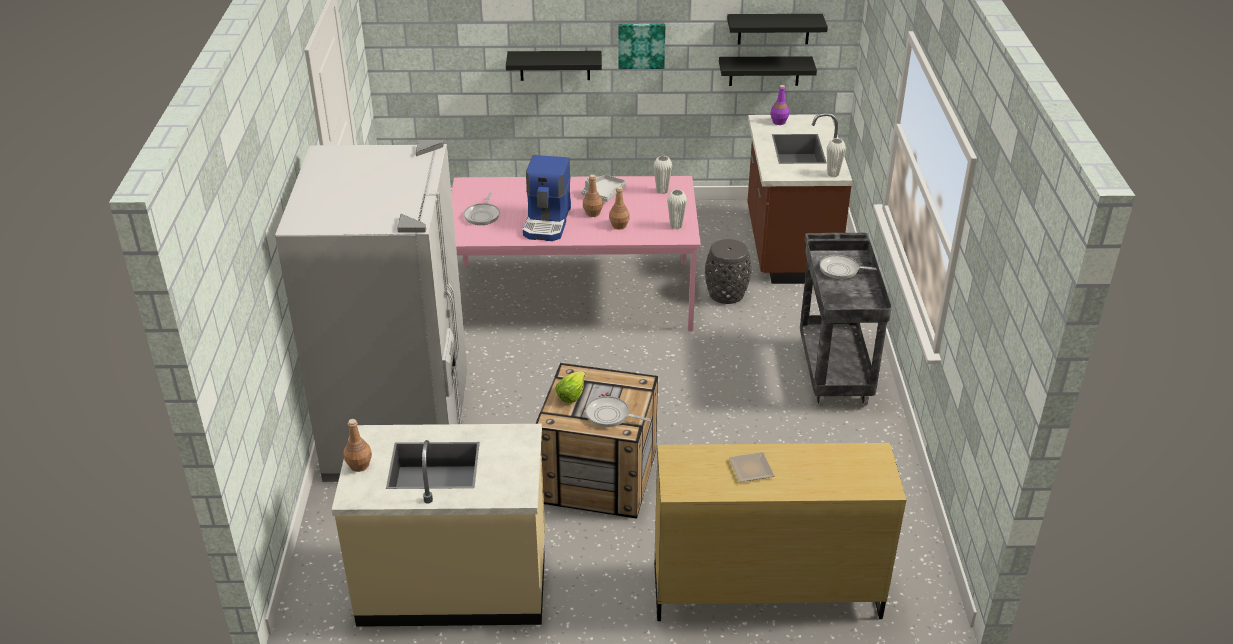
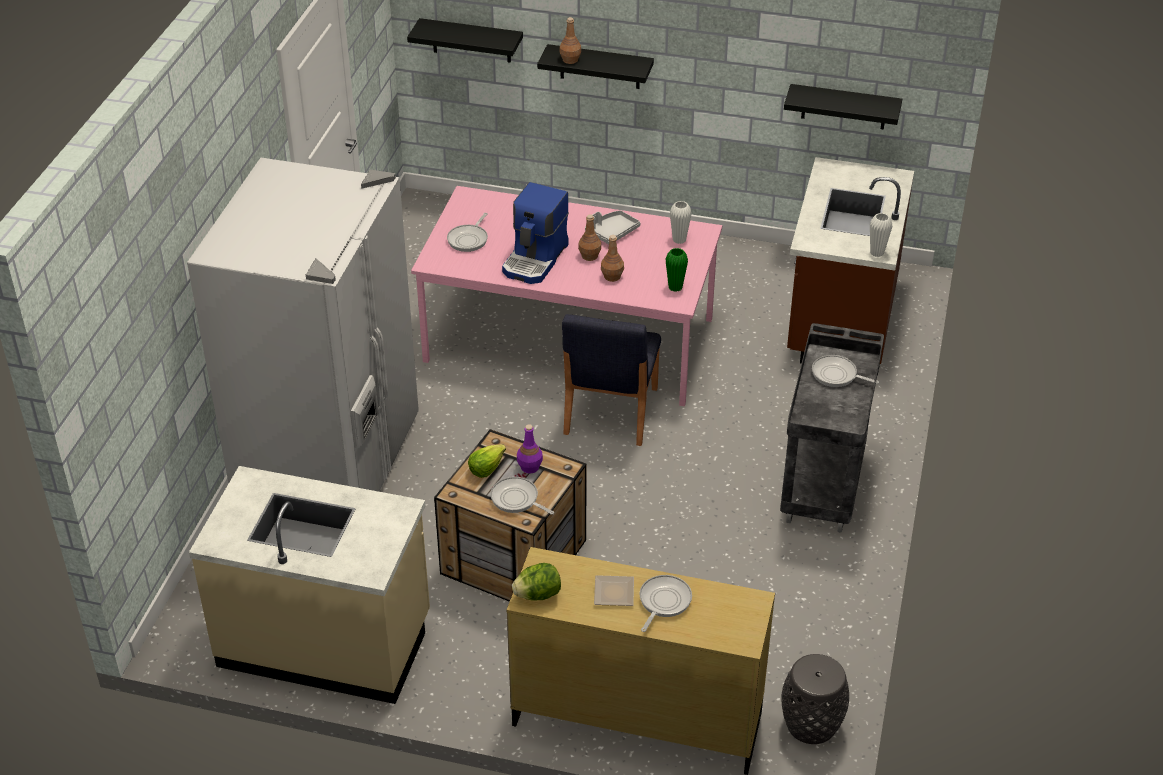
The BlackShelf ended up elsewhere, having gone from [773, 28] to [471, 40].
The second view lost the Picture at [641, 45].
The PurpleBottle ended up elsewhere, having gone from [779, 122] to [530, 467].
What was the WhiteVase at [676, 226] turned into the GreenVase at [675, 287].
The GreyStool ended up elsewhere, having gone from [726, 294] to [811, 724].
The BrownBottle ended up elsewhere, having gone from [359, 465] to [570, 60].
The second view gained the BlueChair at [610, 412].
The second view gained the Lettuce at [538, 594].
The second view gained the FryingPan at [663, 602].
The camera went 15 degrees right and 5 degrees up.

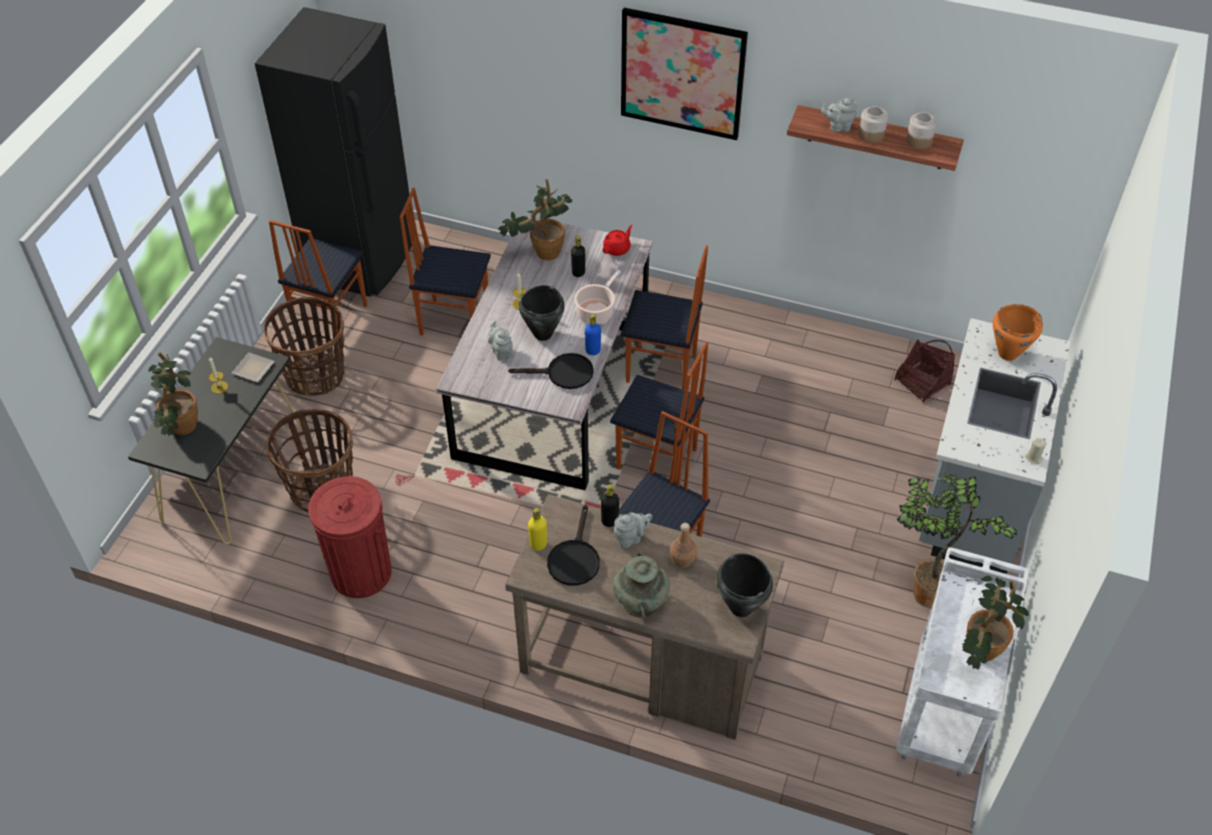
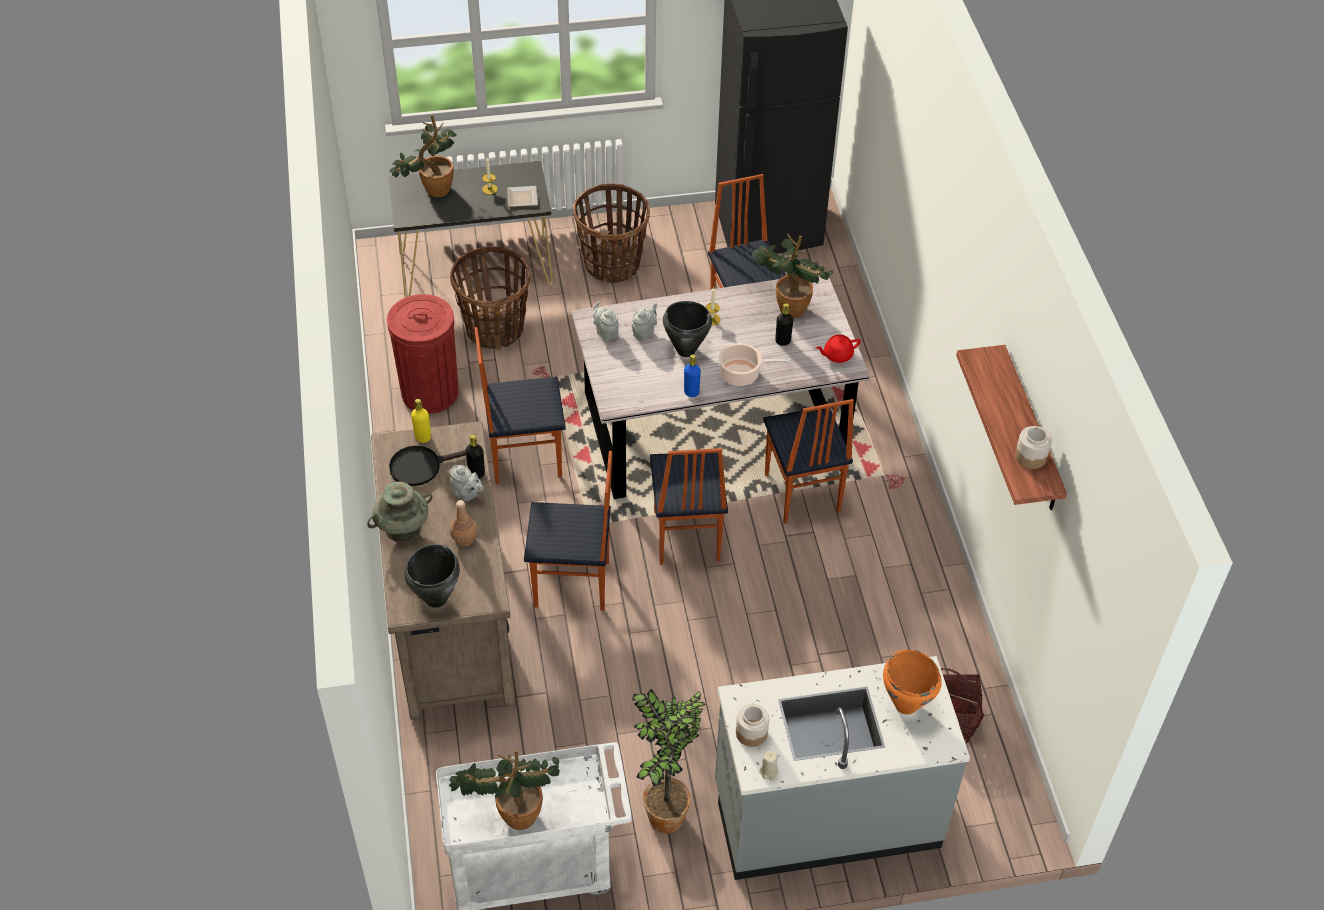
The second view lost the Picture at [682, 73].
The GreyTeapot ended up elsewhere, having gone from [838, 127] to [606, 332].
The Jar ended up elsewhere, having gone from [870, 134] to [751, 732].
The Chair ended up elsewhere, having gone from [330, 318] to [524, 457].
The RedTeapot at [617, 249] ended up facing another way, 150 degrees clockwise from before.
The second view lost the BlackFryingPan at [563, 374].
The camera went 60 degrees right and 0 degrees up.

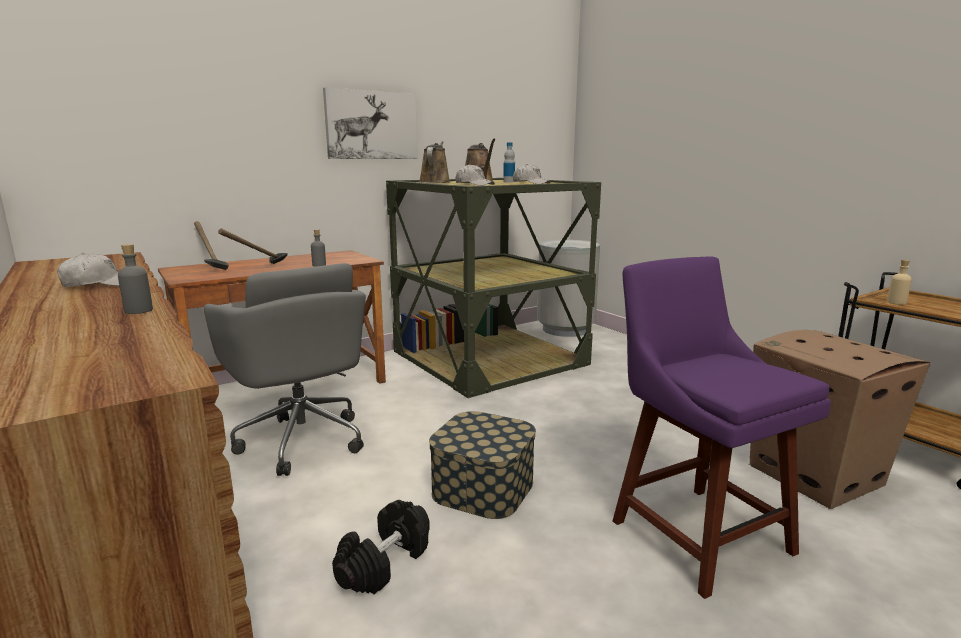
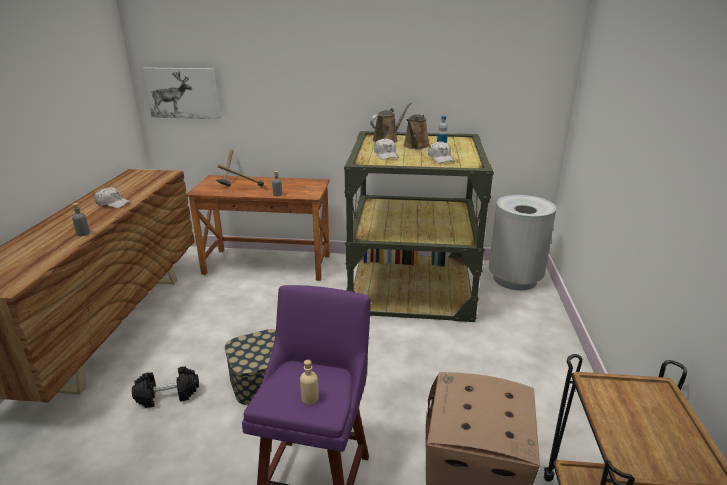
The Picture ended up elsewhere, having gone from [371, 125] to [183, 93].
The BeigeBottle ended up elsewhere, having gone from [896, 302] to [310, 398].
The second view lost the GreyOfficeChair at [300, 439].
The camera went 40 degrees right and 10 degrees up.

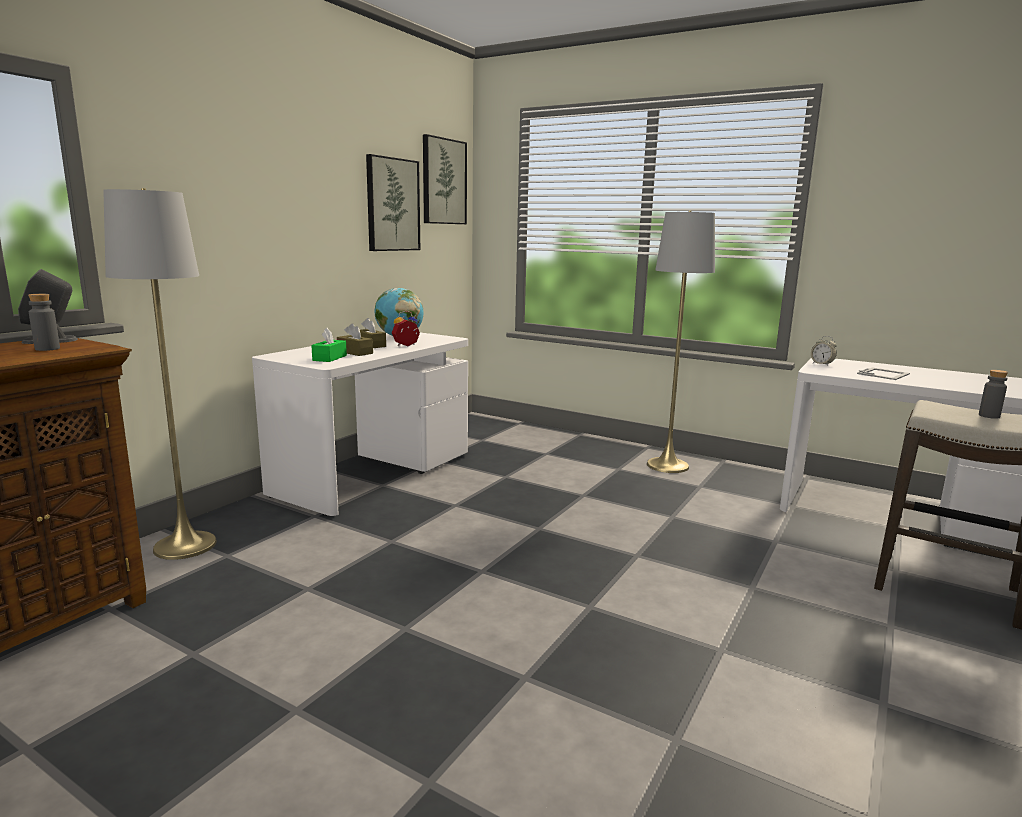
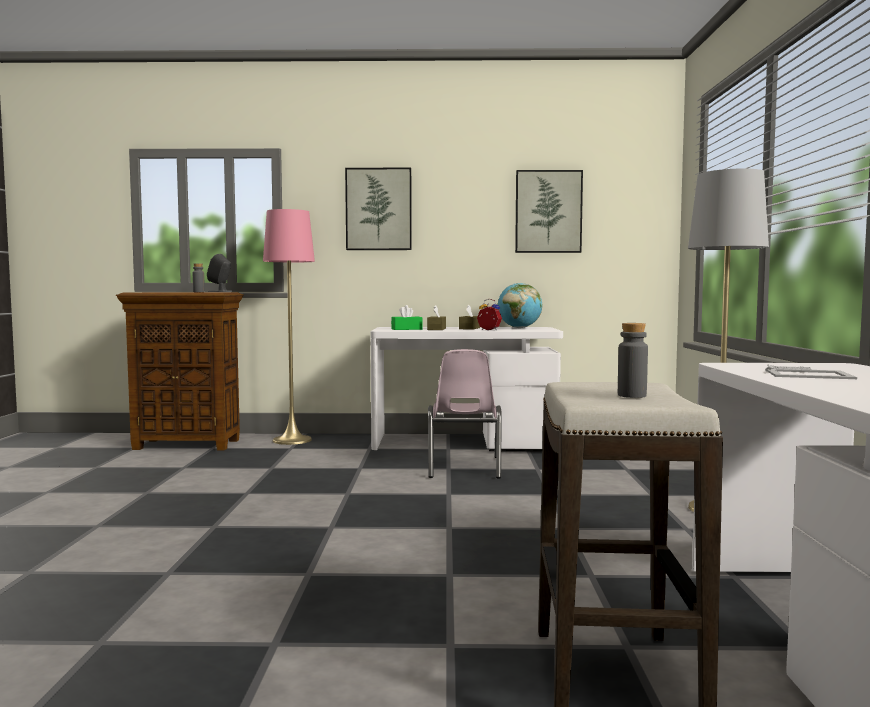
The Picture ended up elsewhere, having gone from [443, 181] to [378, 209].
What was the GreyFloorLamp at [185, 545] turned into the PinkFloorLamp at [292, 440].
The second view lost the AlarmClock at [822, 364].
The second view gained the PinkChair at [463, 467].
The camera went 60 degrees right and 10 degrees down.

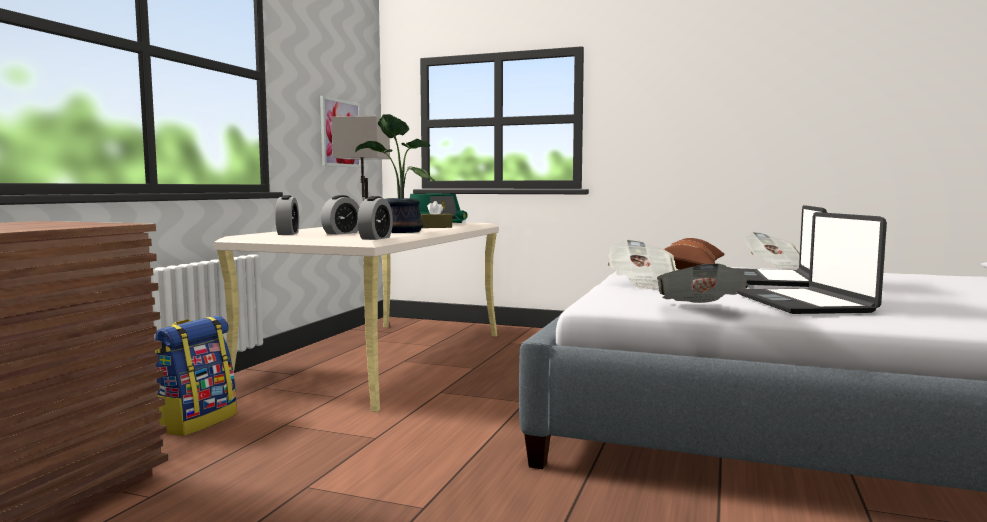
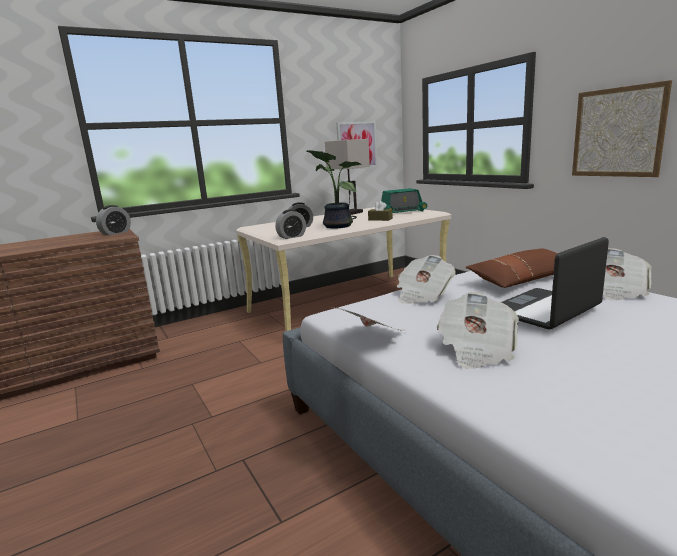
The AlarmClock ended up elsewhere, having gone from [288, 233] to [116, 233].
Where the Laptop stood at [804, 303], the Newspaper came to stand at [476, 350].
The second view lost the Backpack at [196, 422].
The second view gained the Picture at [617, 131].
The camera went 40 degrees right and 10 degrees up.

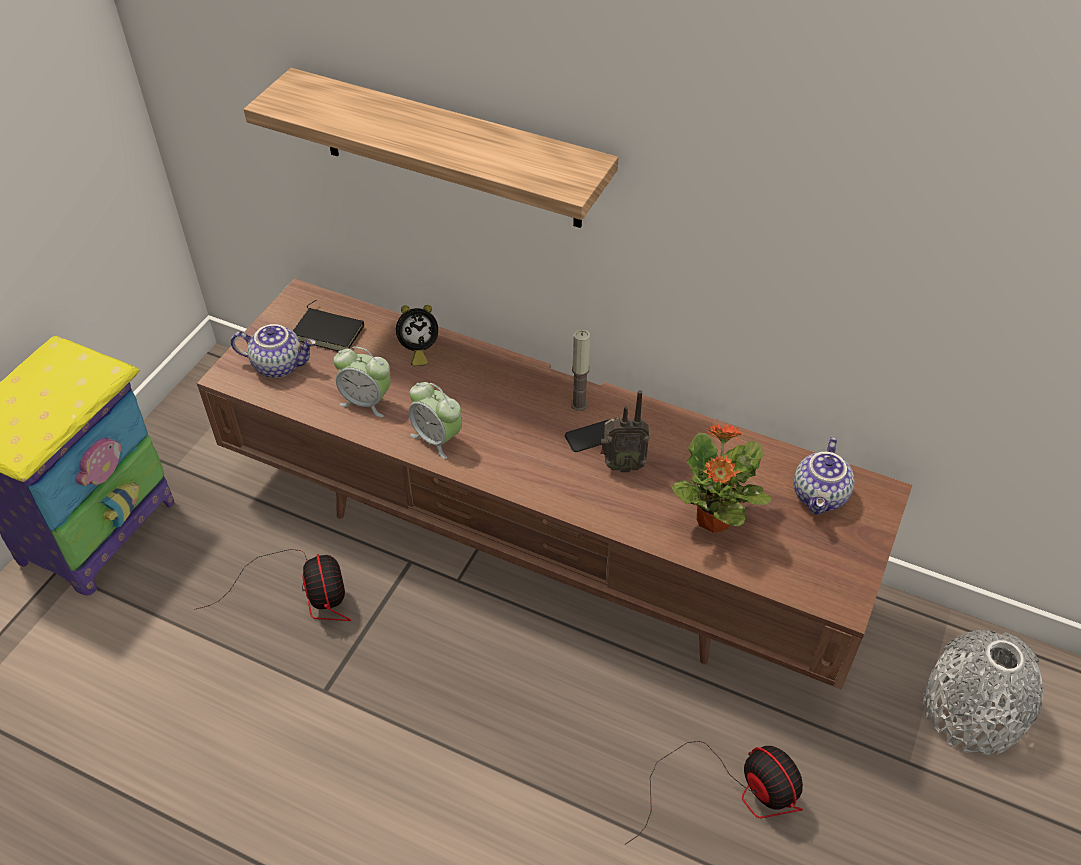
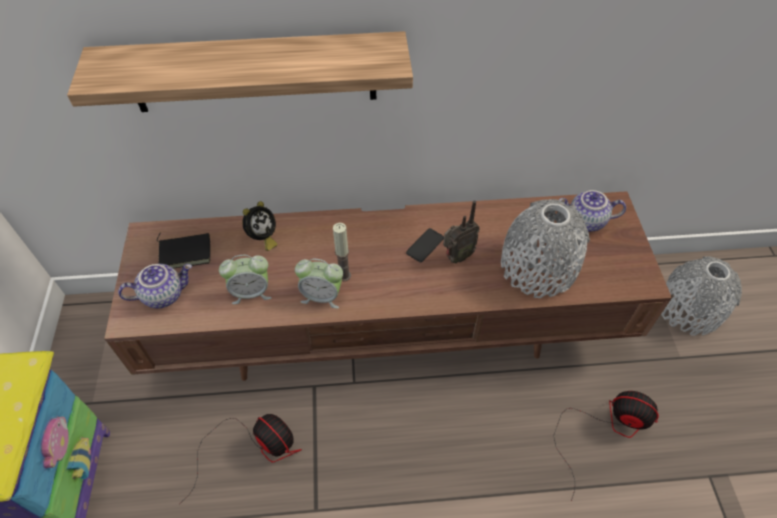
The Candle ended up elsewhere, having gone from [579, 404] to [344, 275].
Where the PottedPlant stood at [713, 520], the GreyVase came to stand at [537, 267].
The Teapot at [821, 496] ended up facing another way, 105 degrees clockwise from before.
The camera went 30 degrees left and 5 degrees up.

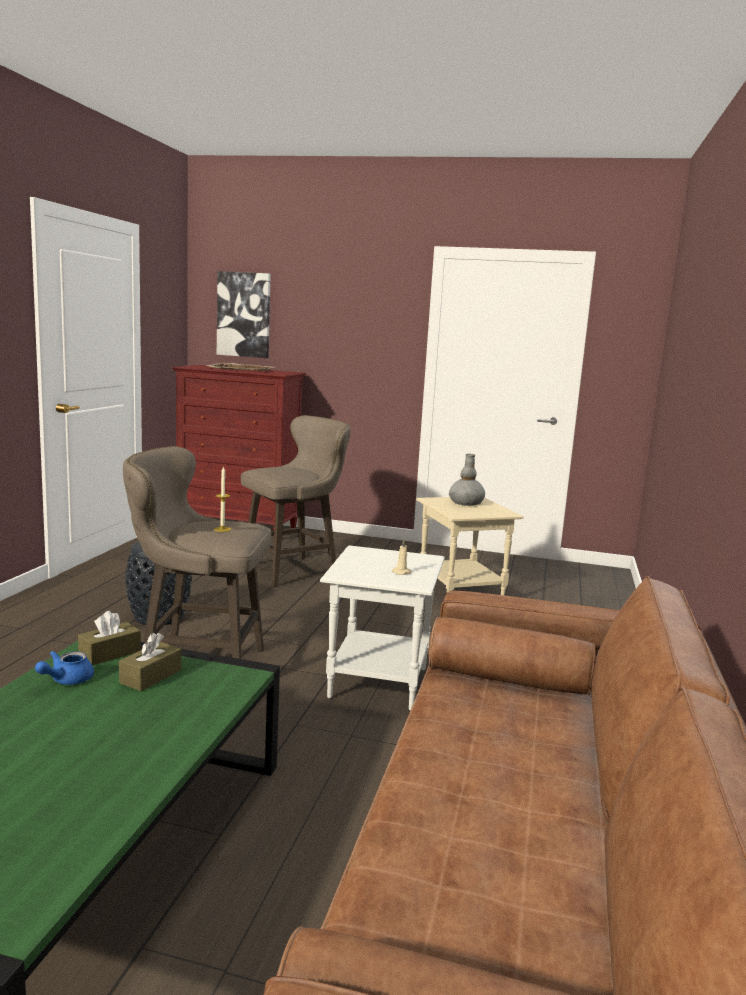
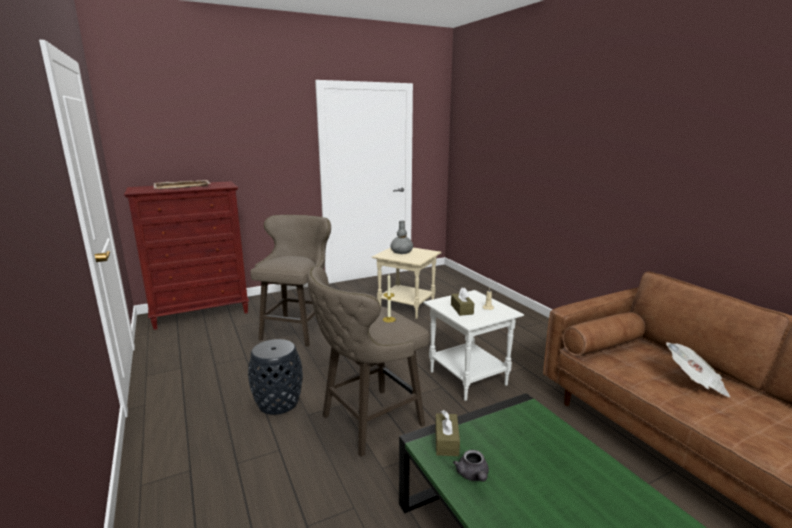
The second view lost the Picture at [244, 315].
The BrownTissueBox ended up elsewhere, having gone from [150, 676] to [462, 309].
What was the BlueTeapot at [66, 680] turned into the GreyTeapot at [473, 476].
The second view gained the Newspaper at [695, 382].
The camera went 40 degrees left and 5 degrees up.

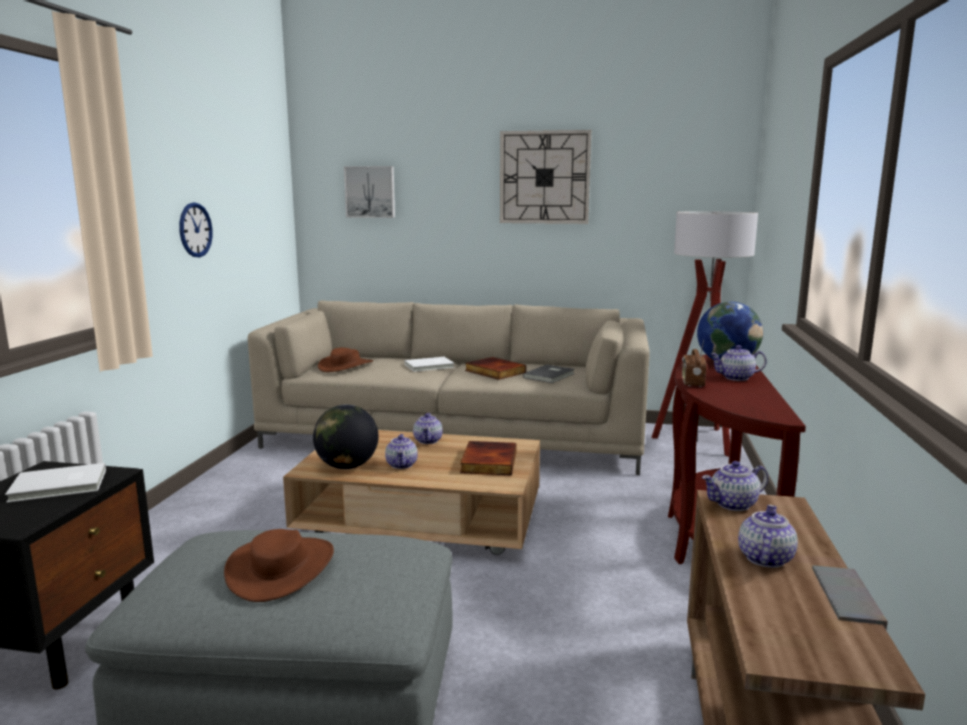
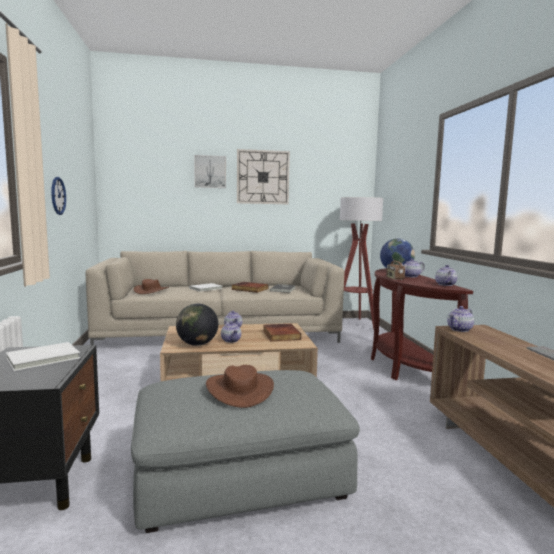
The Picture ended up elsewhere, having gone from [370, 192] to [210, 172].
The Teapot ended up elsewhere, having gone from [764, 558] to [445, 284].
The camera went 20 degrees left and 5 degrees down.

